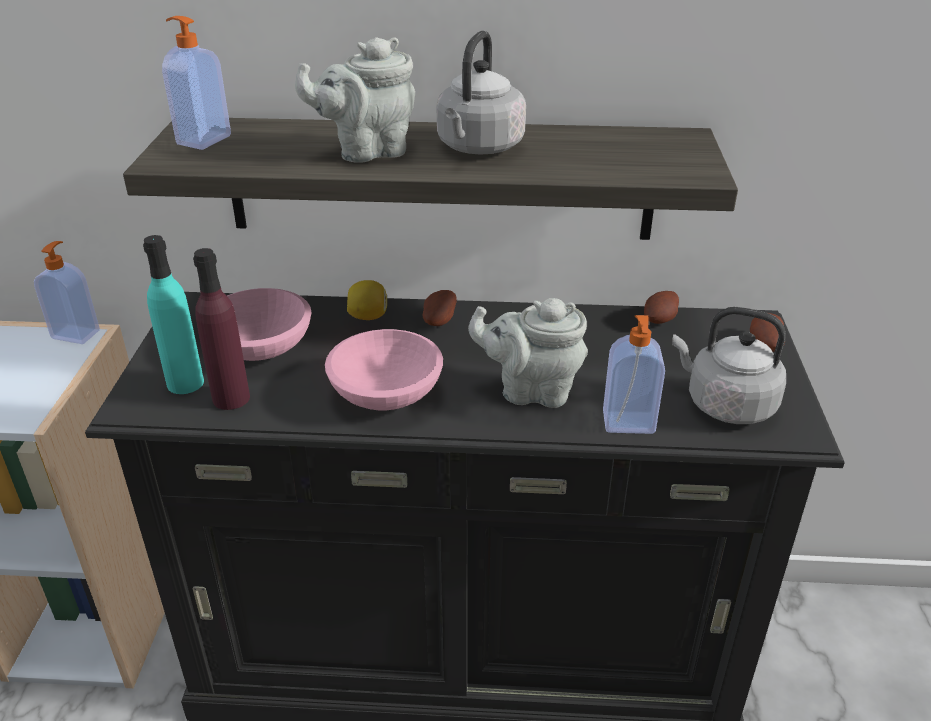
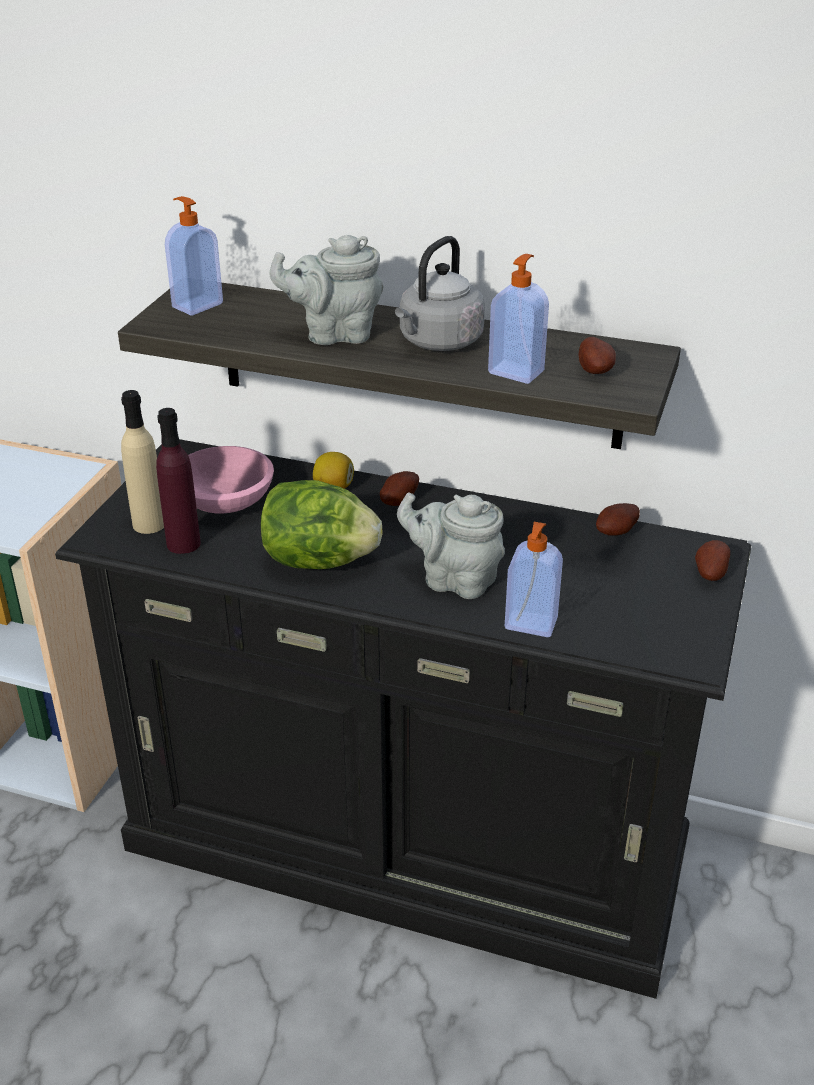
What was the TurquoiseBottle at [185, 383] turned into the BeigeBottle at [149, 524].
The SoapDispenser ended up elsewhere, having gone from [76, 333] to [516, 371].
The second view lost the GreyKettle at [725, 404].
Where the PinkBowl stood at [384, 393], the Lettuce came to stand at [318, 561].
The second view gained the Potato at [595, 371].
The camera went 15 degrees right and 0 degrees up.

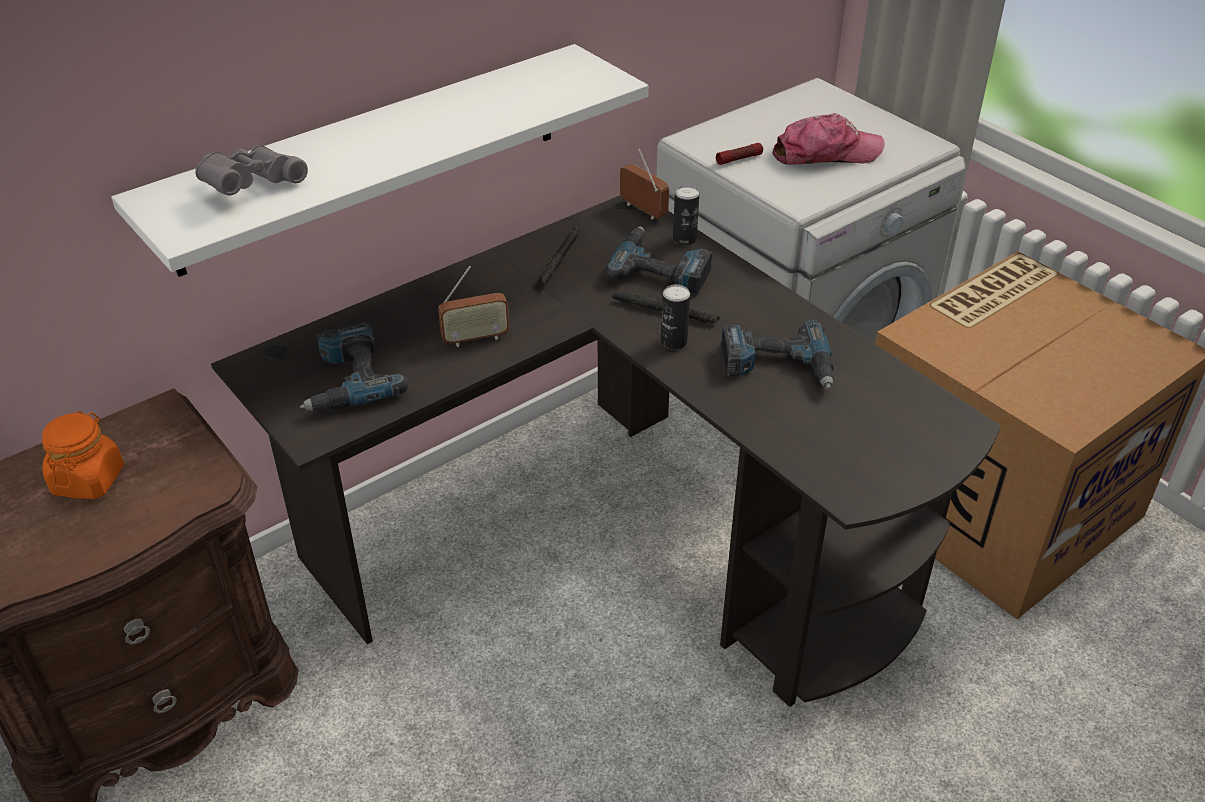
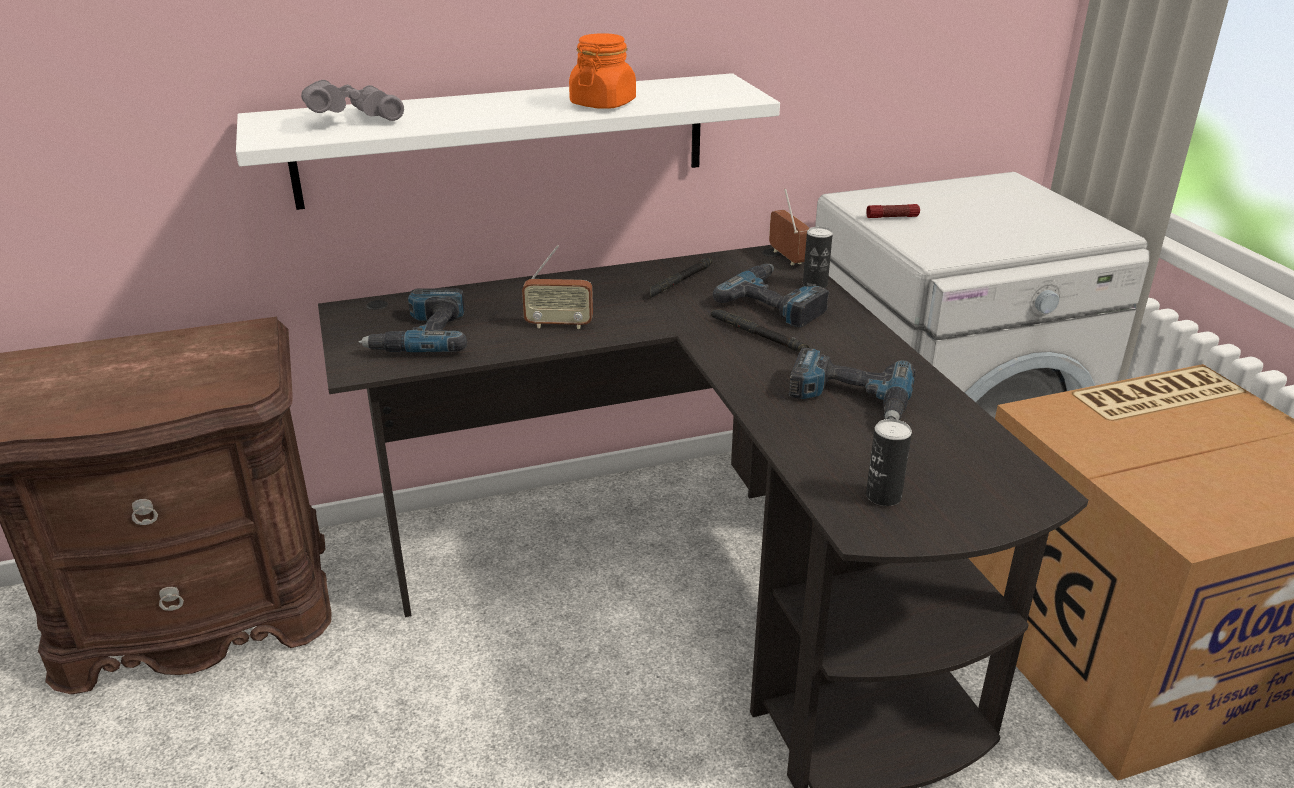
The second view lost the Cap at [826, 154].
The Can ended up elsewhere, having gone from [674, 342] to [883, 496].
The OrangeJar ended up elsewhere, having gone from [88, 480] to [603, 103].
The camera went 20 degrees right and 10 degrees down.

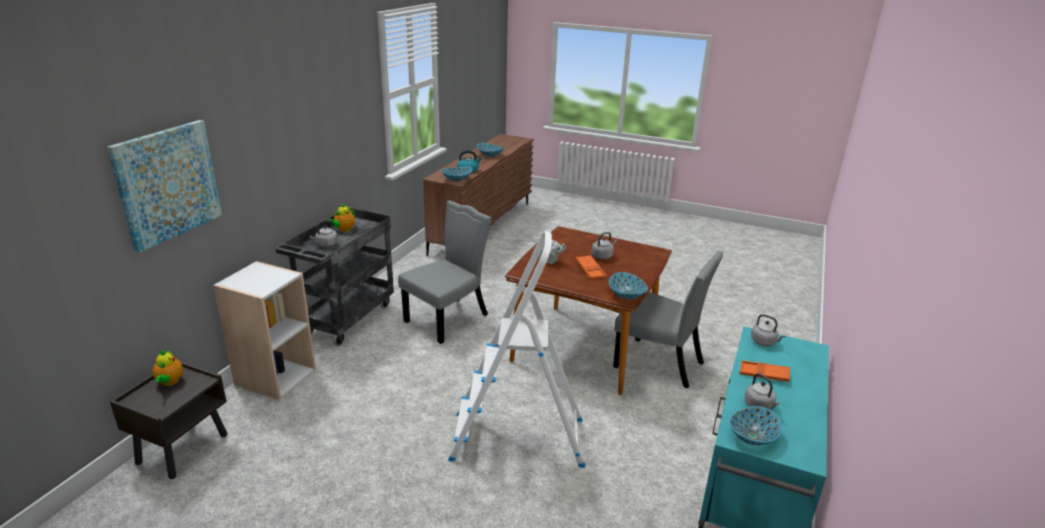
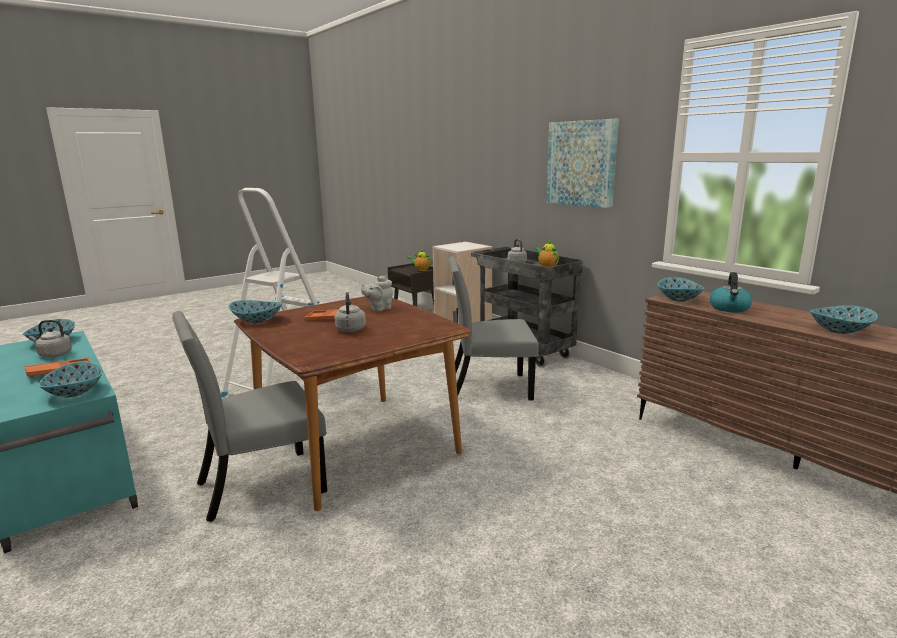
The Picture ended up elsewhere, having gone from [167, 183] to [581, 163].
The GreyChair at [446, 320] ended up facing another way, 105 degrees clockwise from before.
Where the GreyKettle stood at [764, 342], the Bowl came to stand at [74, 392].
The camera went 120 degrees right and 10 degrees down.

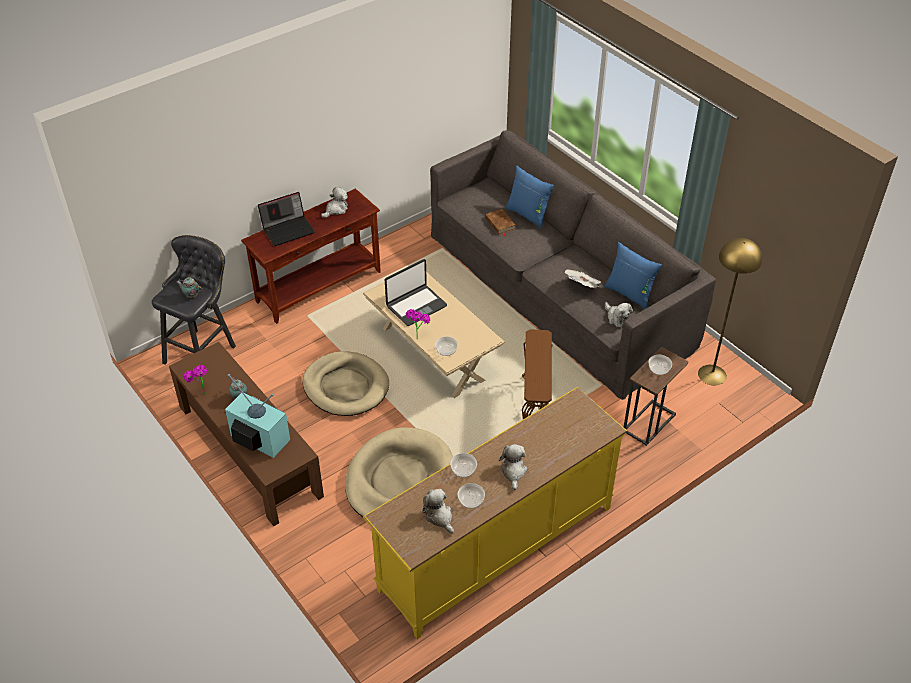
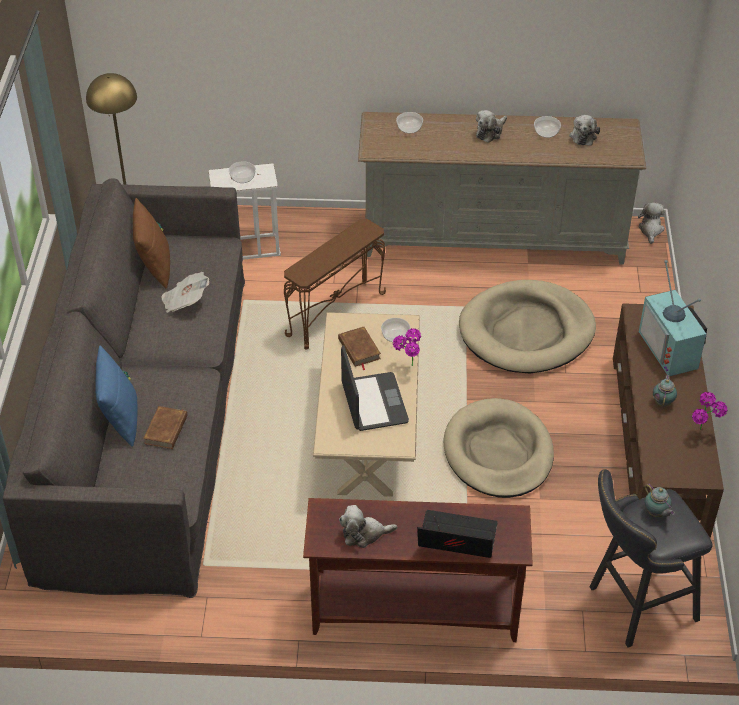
What was the BluePillow at [629, 294] turned into the BrownPillow at [155, 267].
The Laptop at [416, 306] ended up facing another way, 75 degrees clockwise from before.
The PlushToy ended up elsewhere, having gone from [617, 318] to [650, 230].
What was the BrownSideTable at [649, 423] turned into the WhiteSideTable at [249, 247].
What was the YellowCabinet at [495, 547] turned into the GreyCabinet at [493, 239].
The Bowl ended up elsewhere, having gone from [463, 470] to [409, 128].
The second view gained the BrownBook at [359, 349].
The camera went 140 degrees left and 0 degrees up.

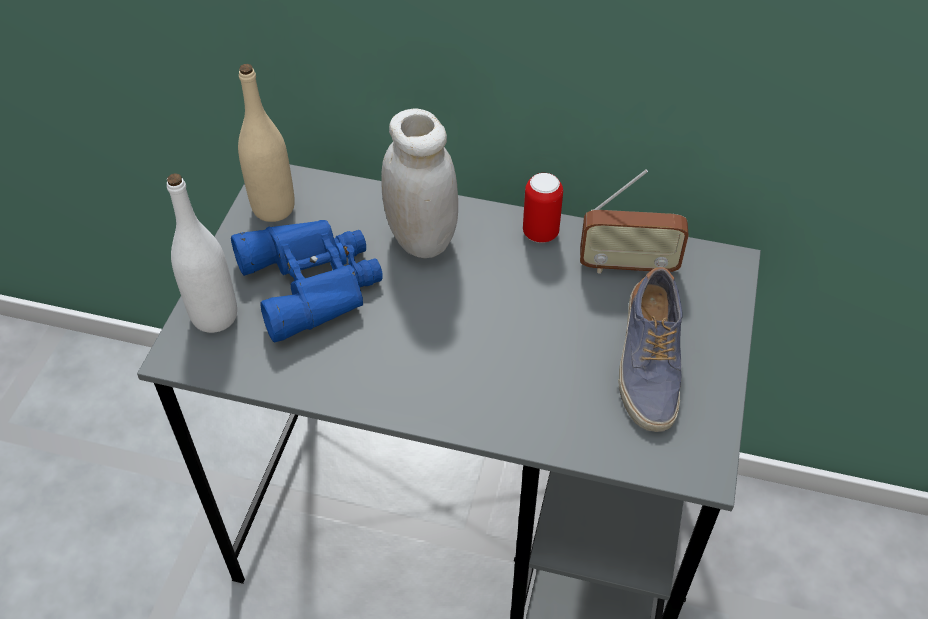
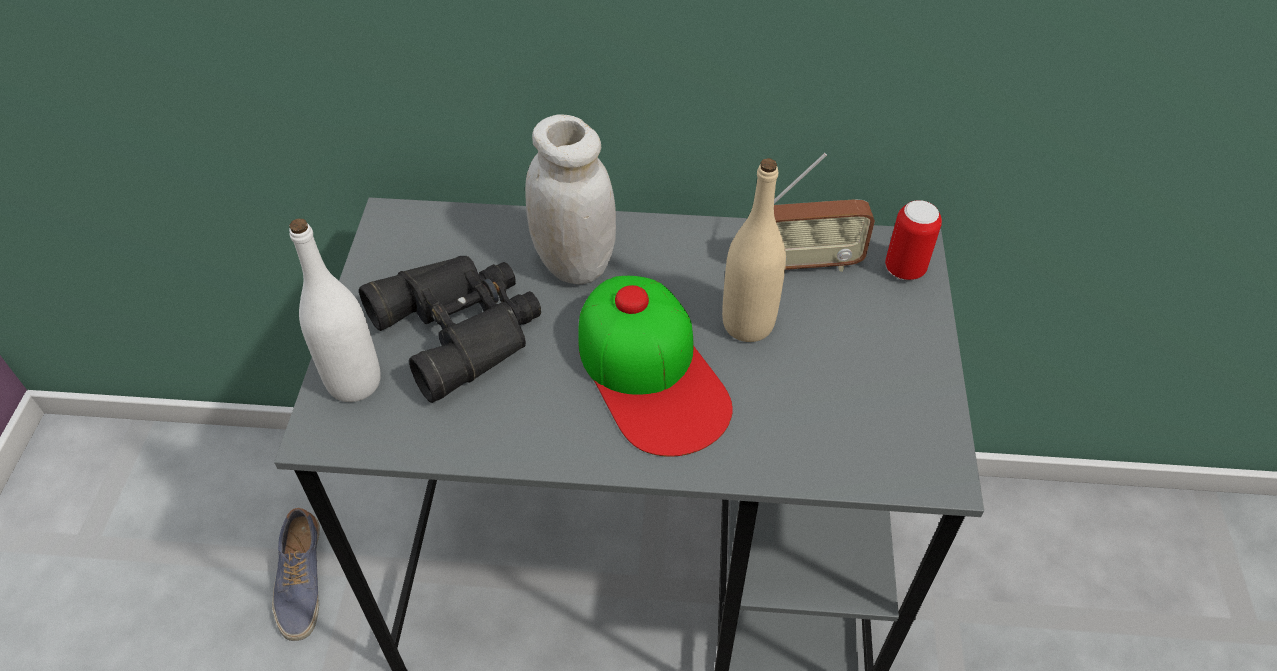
The BeigeBottle ended up elsewhere, having gone from [273, 208] to [748, 324].
The Can ended up elsewhere, having gone from [540, 233] to [904, 269].
What was the BlueBinoculars at [314, 282] turned into the BlackBinoculars at [462, 327].
The Shoe ended up elsewhere, having gone from [647, 364] to [301, 582].
The second view gained the Cap at [651, 373].
The camera went 10 degrees left and 0 degrees up.

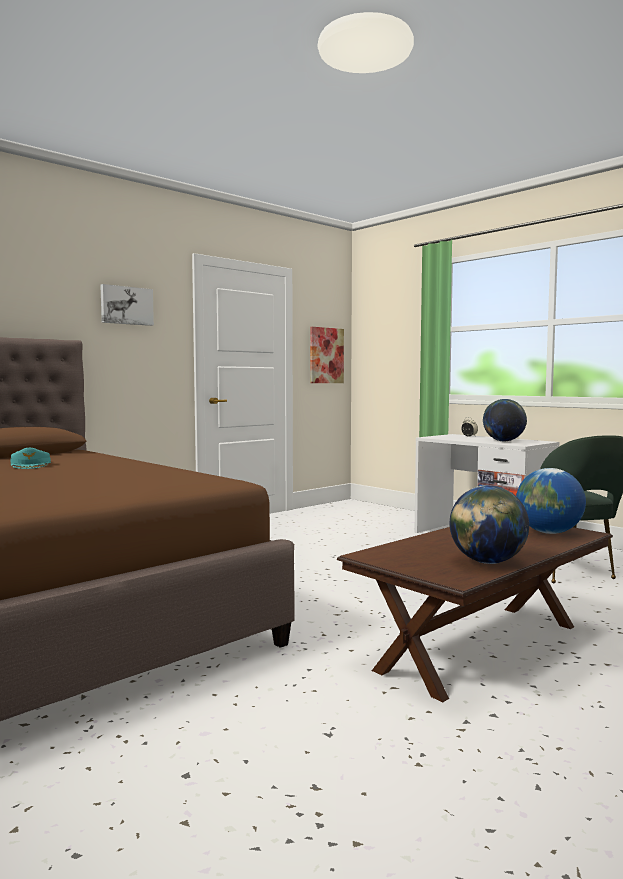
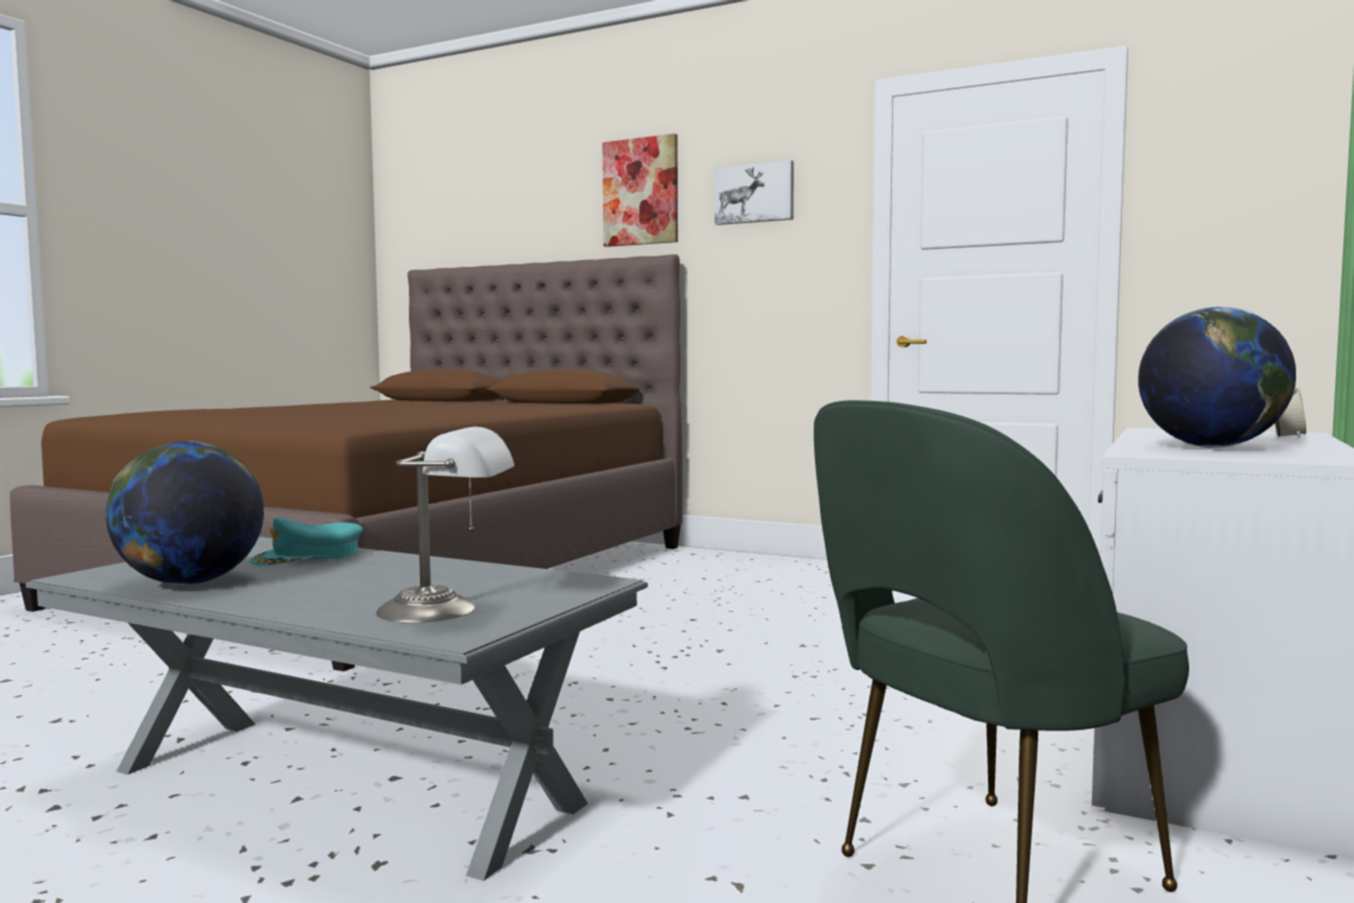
The Picture ended up elsewhere, having gone from [326, 355] to [641, 192].
The TurquoiseCap ended up elsewhere, having gone from [31, 465] to [308, 556].
Where the Globe stood at [549, 532], the WhiteTableLamp came to stand at [447, 609].
What was the BrownCoffeeTable at [481, 646] turned into the GreyCoffeeTable at [344, 786].
The camera went 70 degrees right and 0 degrees up.

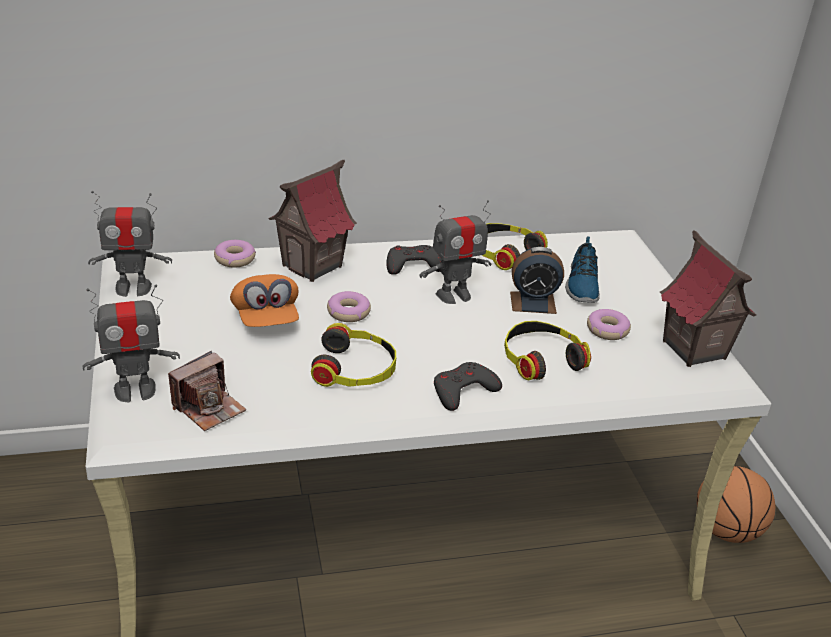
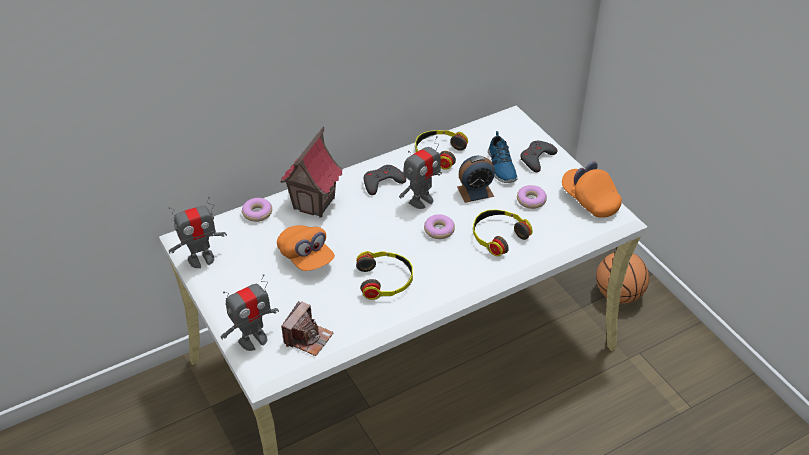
Where the ToyHouse stood at [693, 350], the OrangeCap came to stand at [589, 200].
The Donut ended up elsewhere, having gone from [348, 312] to [439, 230].
The GreyGameController ended up elsewhere, having gone from [463, 391] to [536, 158].
The camera went 15 degrees left and 10 degrees up.

